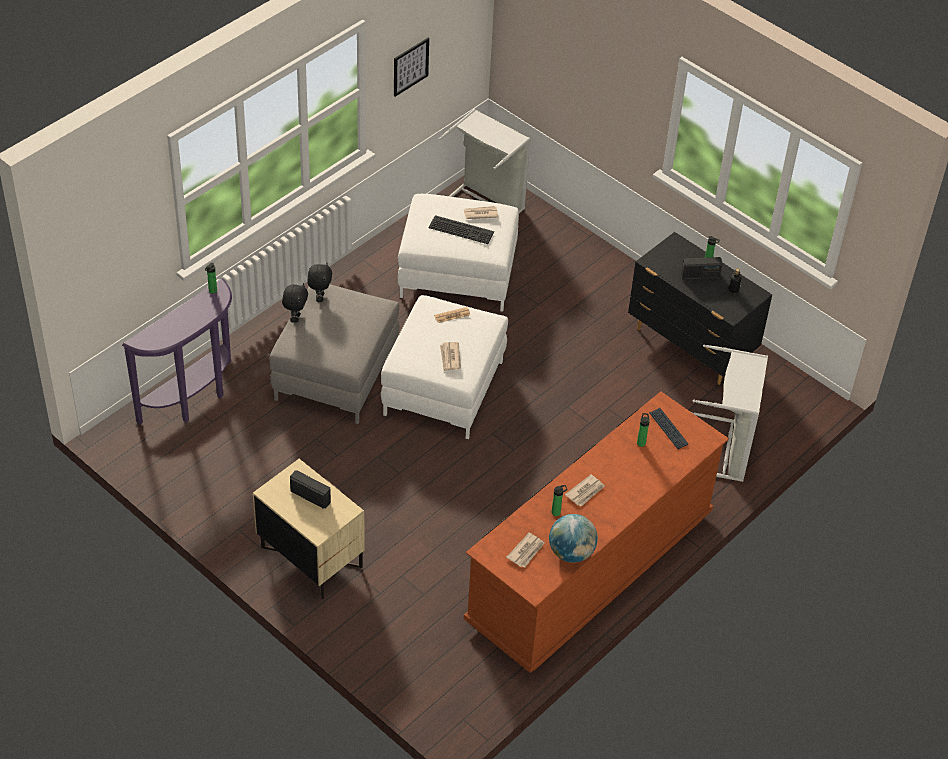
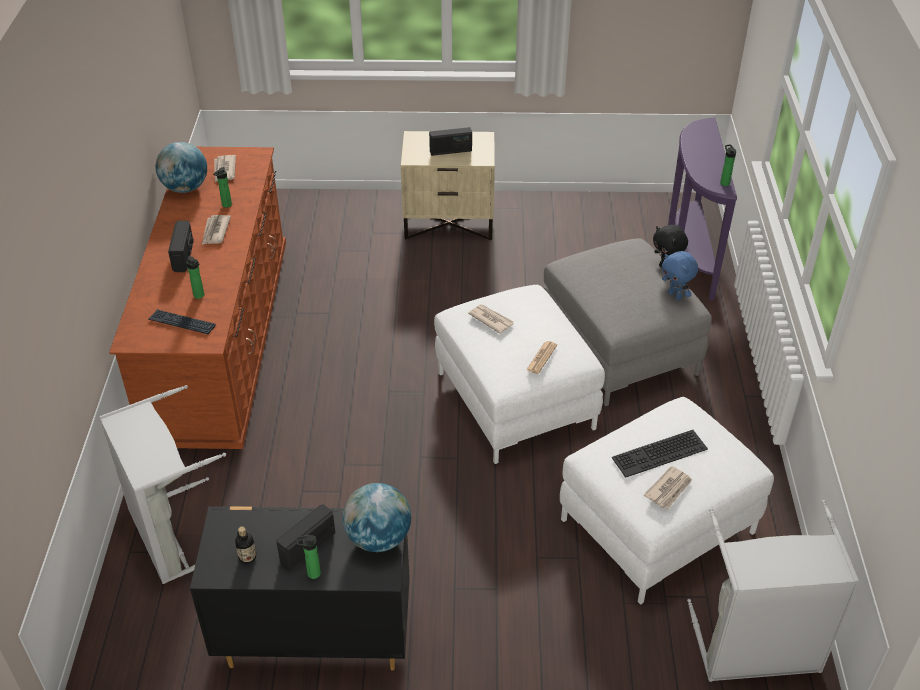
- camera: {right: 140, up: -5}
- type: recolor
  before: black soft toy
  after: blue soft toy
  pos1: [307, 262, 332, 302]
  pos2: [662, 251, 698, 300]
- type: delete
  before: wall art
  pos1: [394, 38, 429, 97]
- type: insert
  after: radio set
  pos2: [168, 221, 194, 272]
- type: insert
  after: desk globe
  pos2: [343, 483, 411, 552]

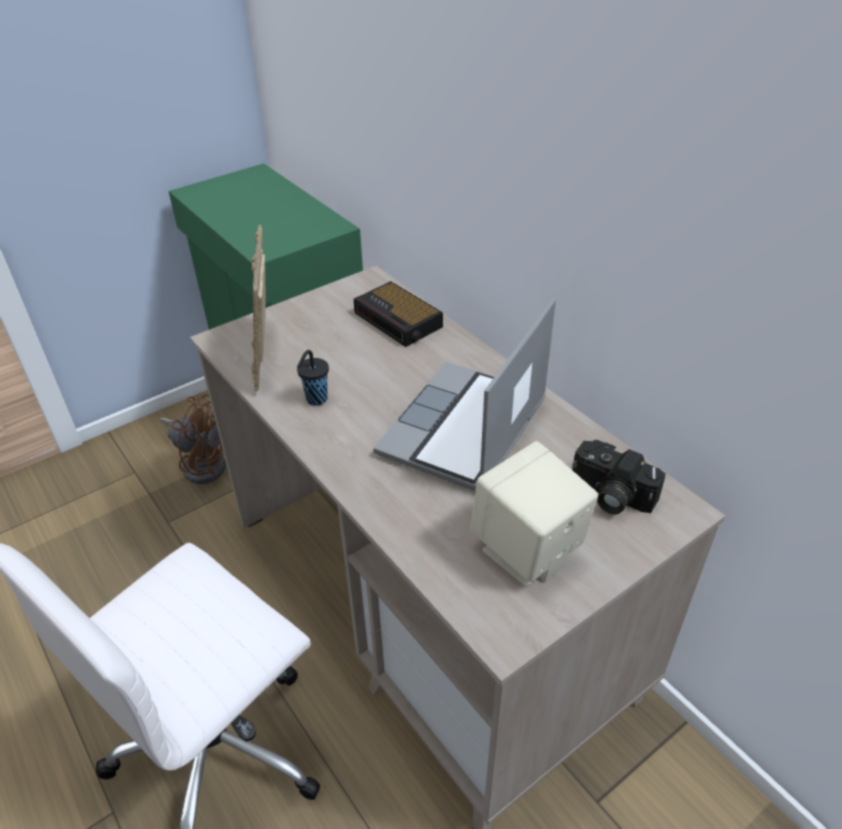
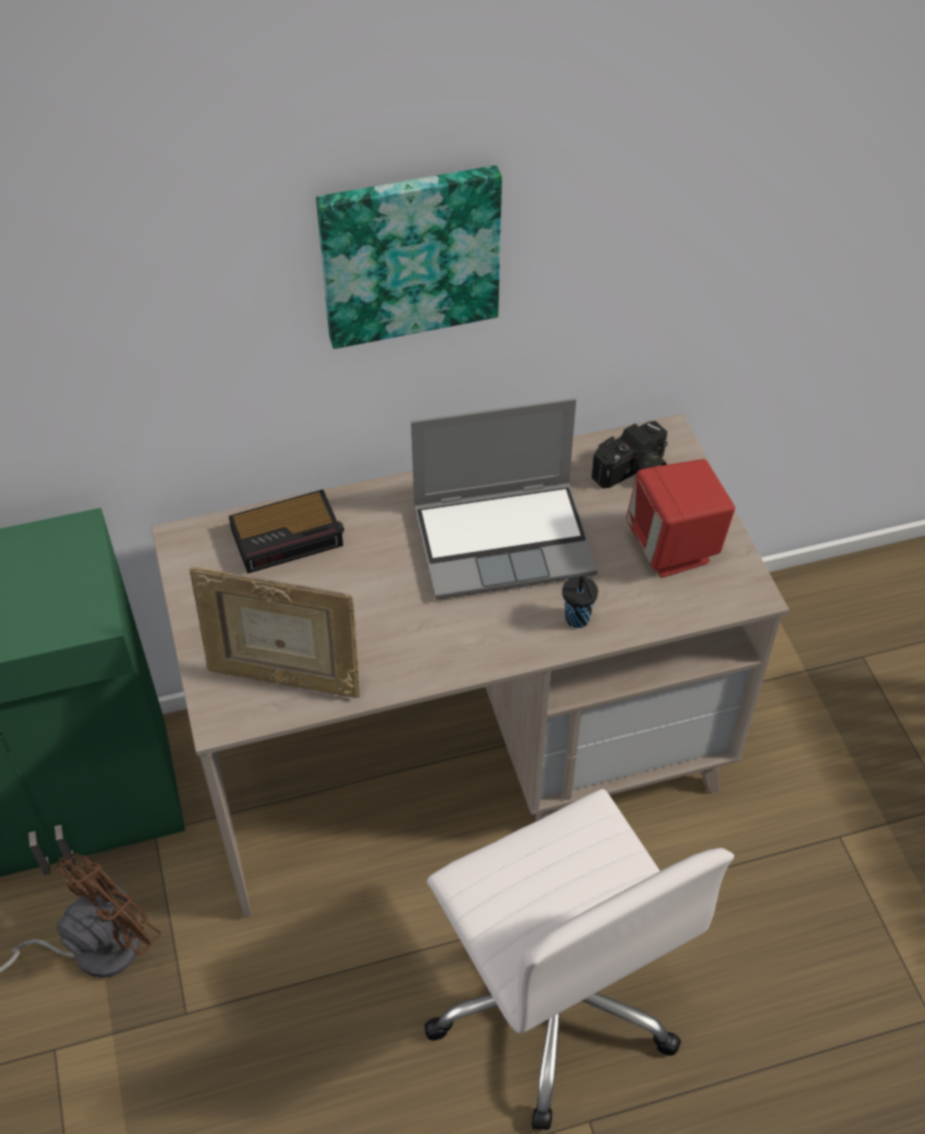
- camera: {right: -70, up: 10}
- type: move
  before: black small cup
  pos1: [297, 350, 329, 406]
  pos2: [562, 575, 598, 628]
- type: rotate
  before: portable computer
  pos1: [373, 298, 556, 491]
  pos2: [411, 398, 598, 600]
  turn: -60
- type: recolor
  before: beige-coloured loudspeaker
  after: red loudspeaker
  pos1: [470, 441, 598, 586]
  pos2: [626, 459, 735, 578]
- type: insert
  after: wall art
  pos2: [316, 165, 502, 349]

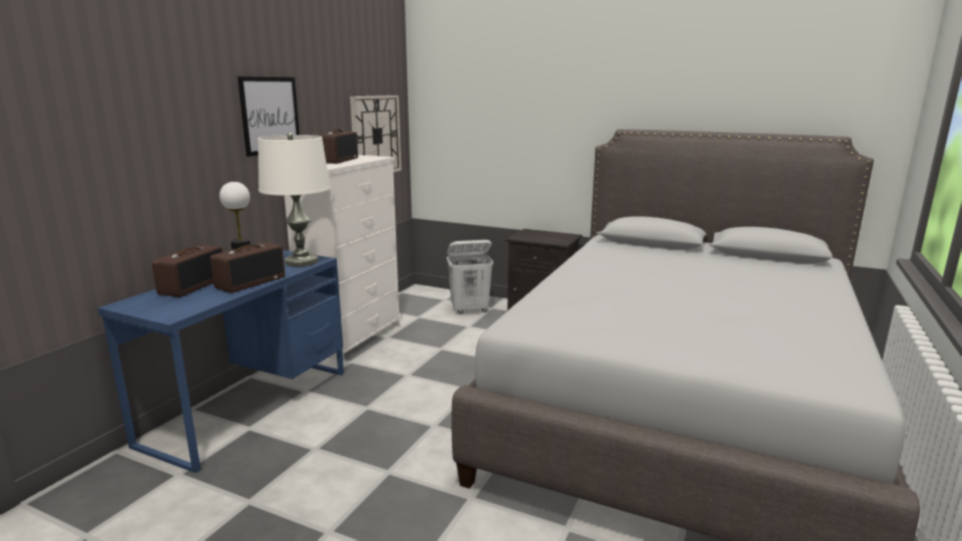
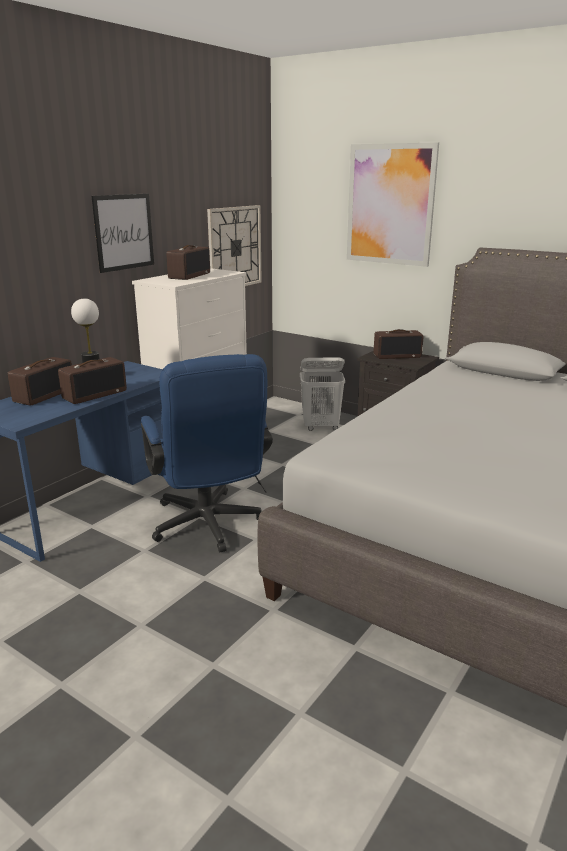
- camera: {right: 10, up: 5}
- type: delete
  before: whitish table lamp
  pos1: [258, 132, 331, 267]
- type: insert
  after: blue office chair
  pos2: [141, 354, 273, 552]
- type: insert
  after: wall art
  pos2: [347, 142, 439, 267]
- type: insert
  after: radio set
  pos2: [374, 329, 424, 359]

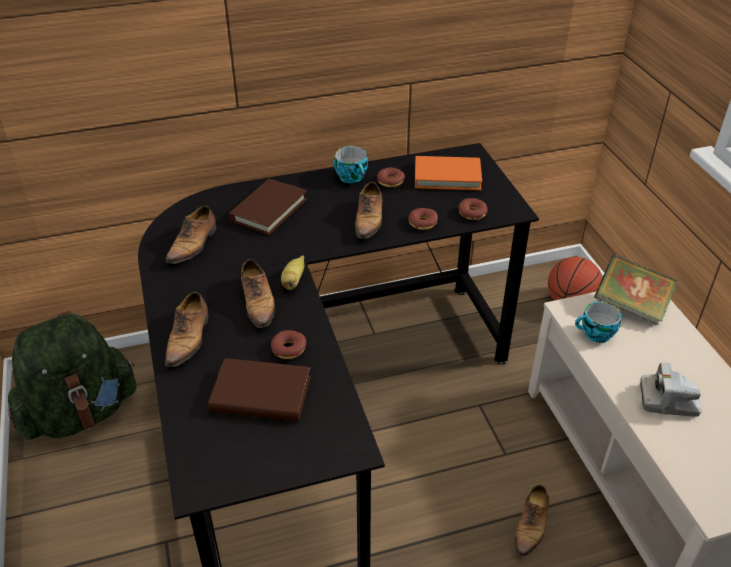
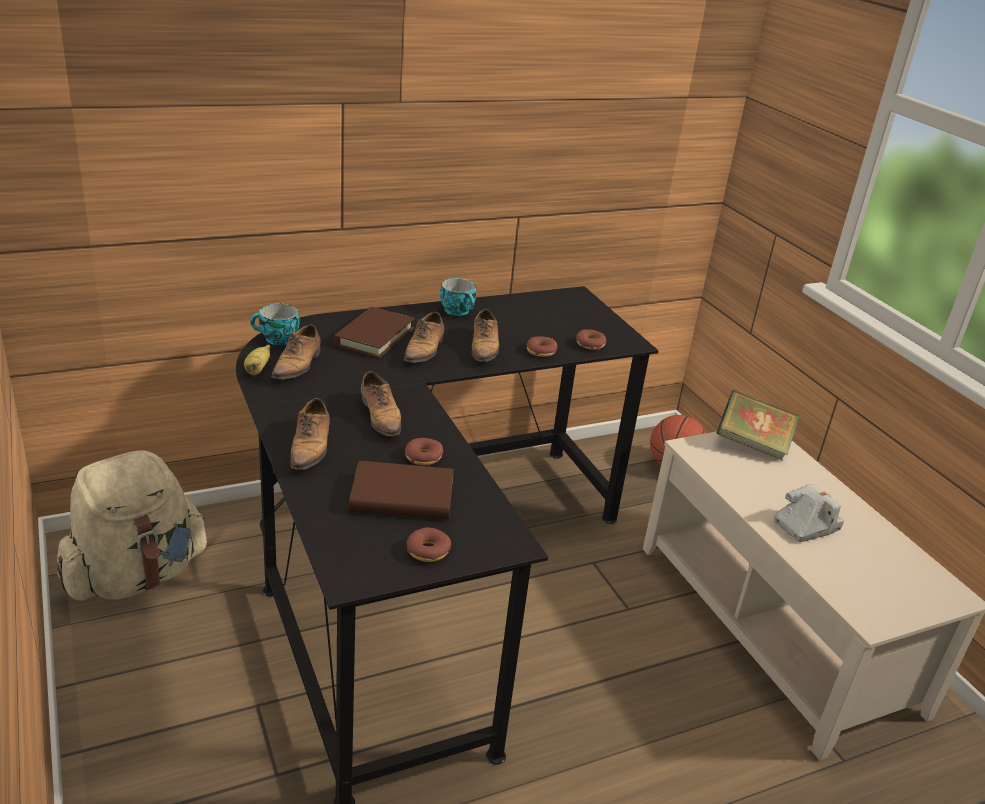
- camera: {right: -10, up: -10}
- type: recolor
  before: greenish rucksack
  after: beige-coloured rucksack
  pos1: [7, 311, 137, 440]
  pos2: [57, 450, 207, 601]
- type: move
  before: whole banana
  pos1: [281, 255, 304, 290]
  pos2: [244, 345, 270, 375]
- type: move
  before: donut
  pos1: [377, 167, 405, 187]
  pos2: [407, 528, 451, 562]
- type: delete
  before: orange volume
  pos1: [415, 156, 482, 190]
- type: move
  before: shoe
  pos1: [515, 485, 549, 557]
  pos2: [404, 312, 444, 363]
- type: move
  before: small cup
  pos1: [575, 302, 622, 343]
  pos2: [250, 303, 299, 345]
- type: rotate
  before: photo camera
  pos1: [640, 363, 702, 417]
  pos2: [774, 484, 844, 542]
  turn: 150

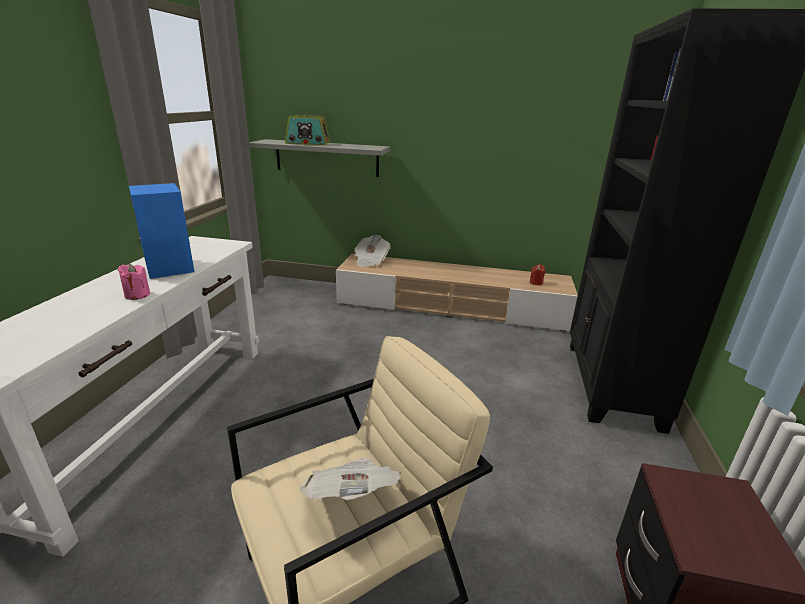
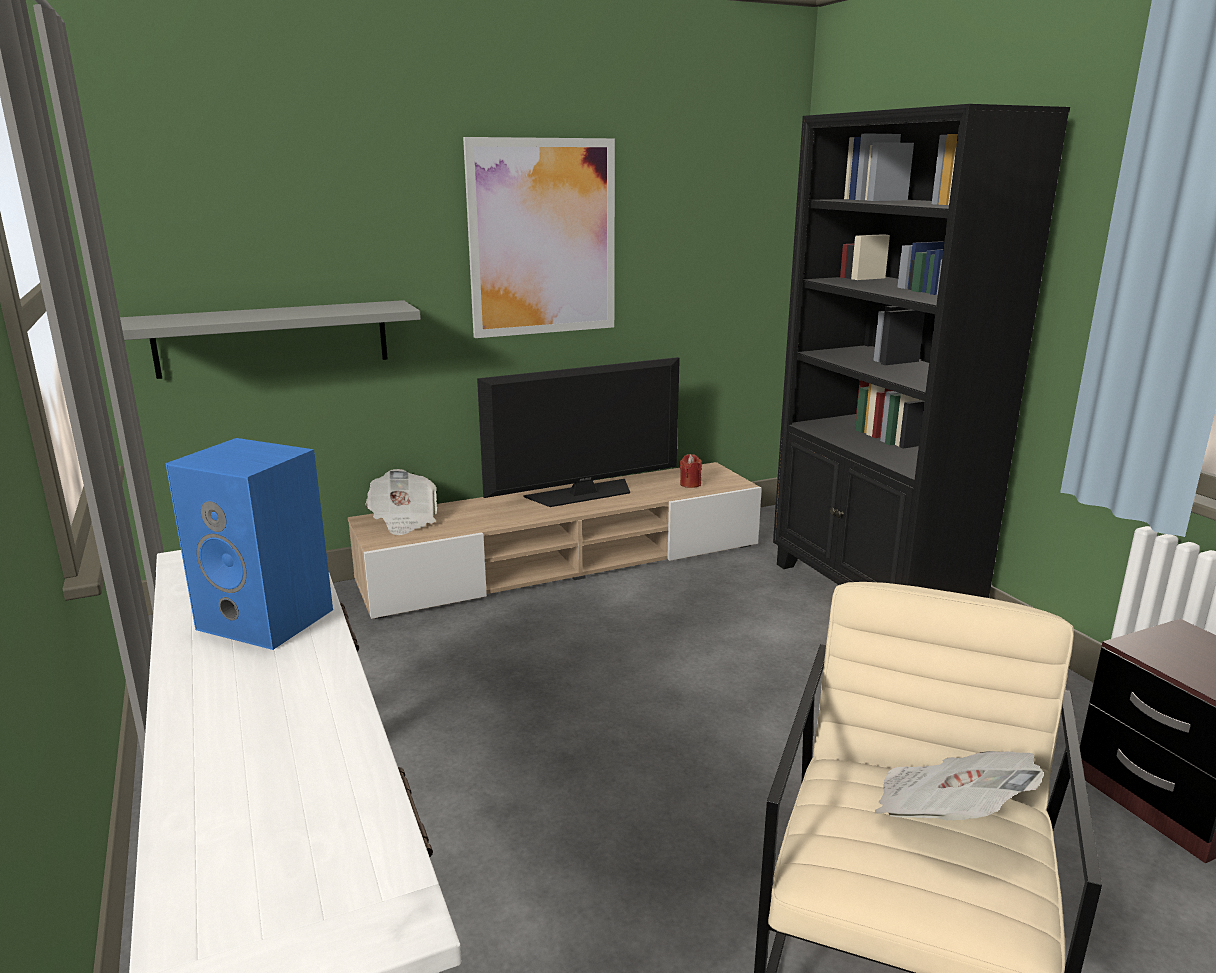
- camera: {right: -35, up: -5}
- type: delete
  before: pink candle
  pos1: [118, 264, 150, 300]
- type: delete
  before: radio set
  pos1: [285, 115, 330, 145]
- type: insert
  after: wall art
  pos2: [463, 137, 615, 338]
- type: insert
  after: television
  pos2: [477, 357, 680, 507]

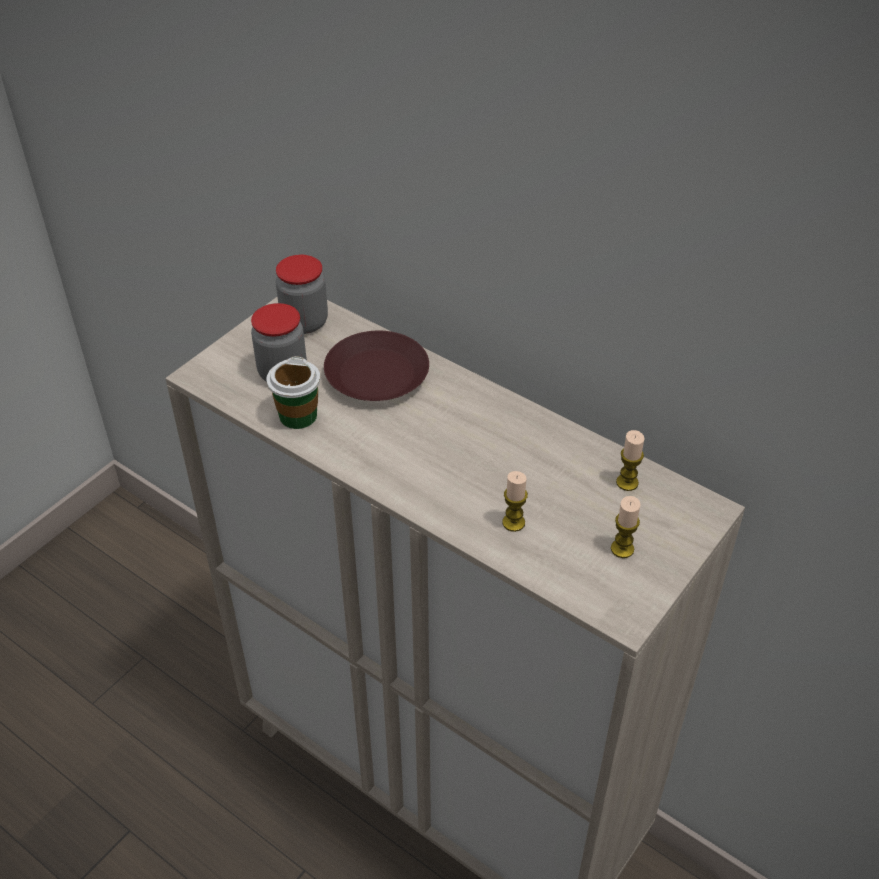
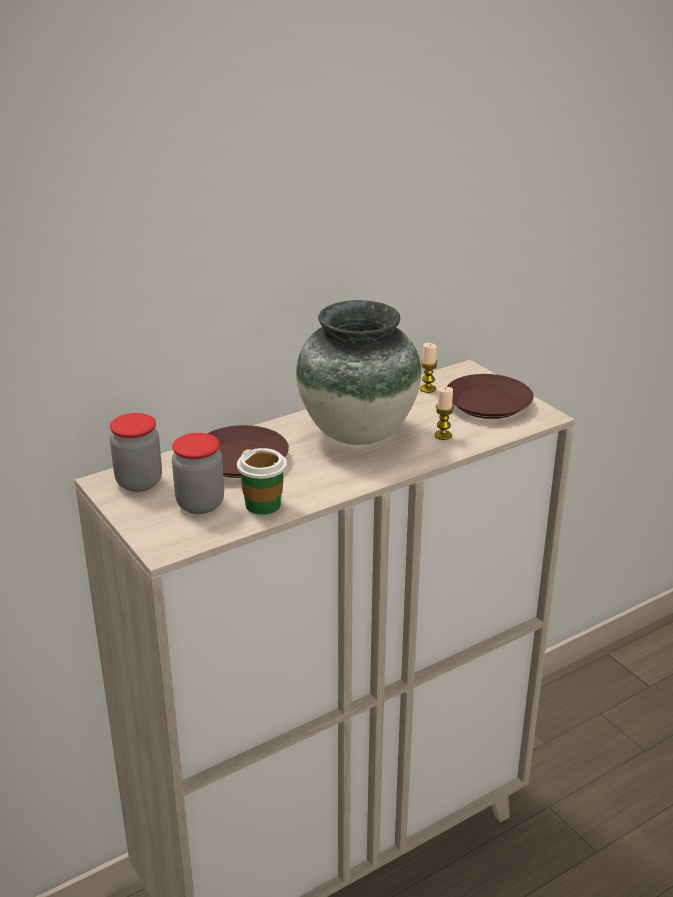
- camera: {right: -70, up: -15}
- type: replace
  before: candle
  after: brown-coloured dinner plate
  pos1: [611, 496, 641, 558]
  pos2: [447, 374, 534, 419]
- type: insert
  after: flower vase
  pos2: [296, 300, 421, 445]

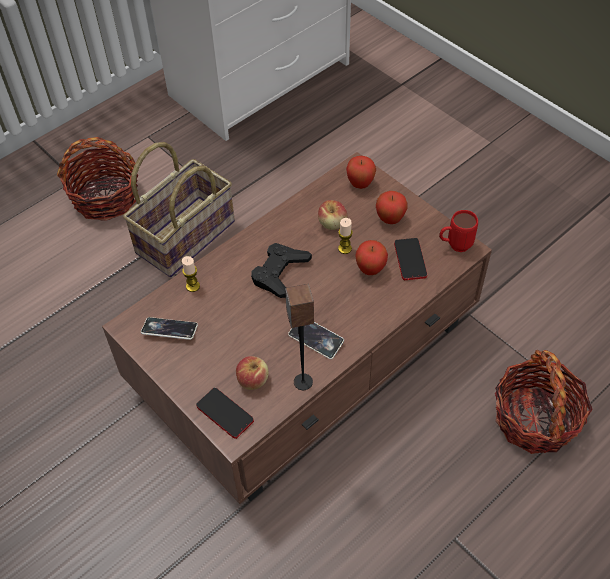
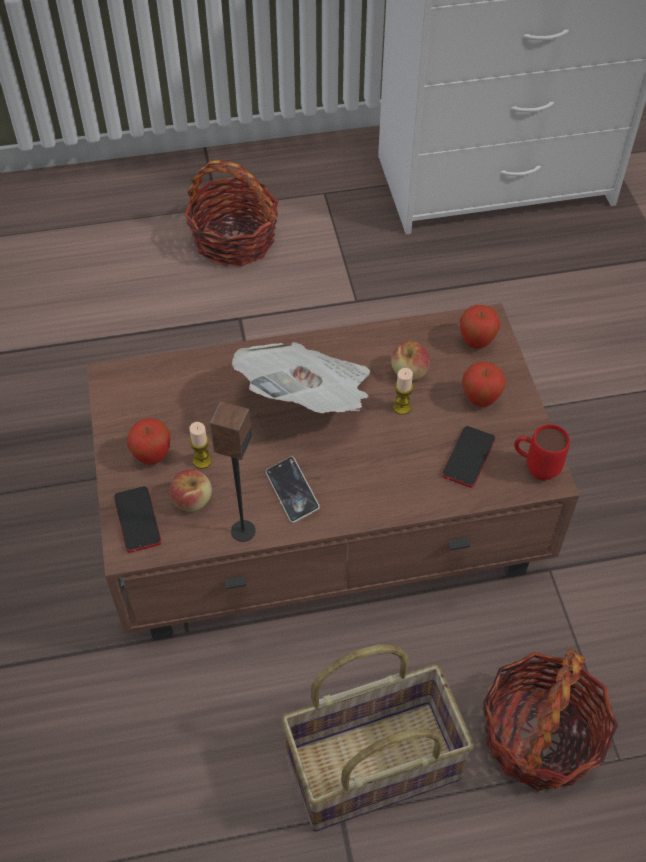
- camera: {right: 30, up: 0}
- type: move
  before: storage basket
  pos1: [123, 142, 235, 277]
  pos2: [281, 645, 474, 831]
- type: delete
  before: phone
  pos1: [141, 317, 198, 340]
- type: move
  before: candle
  pos1: [182, 256, 200, 292]
  pos2: [189, 422, 212, 469]
- type: replace
  before: black gamepad
  after: printed paper
  pos1: [251, 243, 312, 298]
  pos2: [232, 342, 370, 413]
- type: move
  before: apple fruit
  pos1: [355, 240, 388, 275]
  pos2: [127, 418, 170, 465]

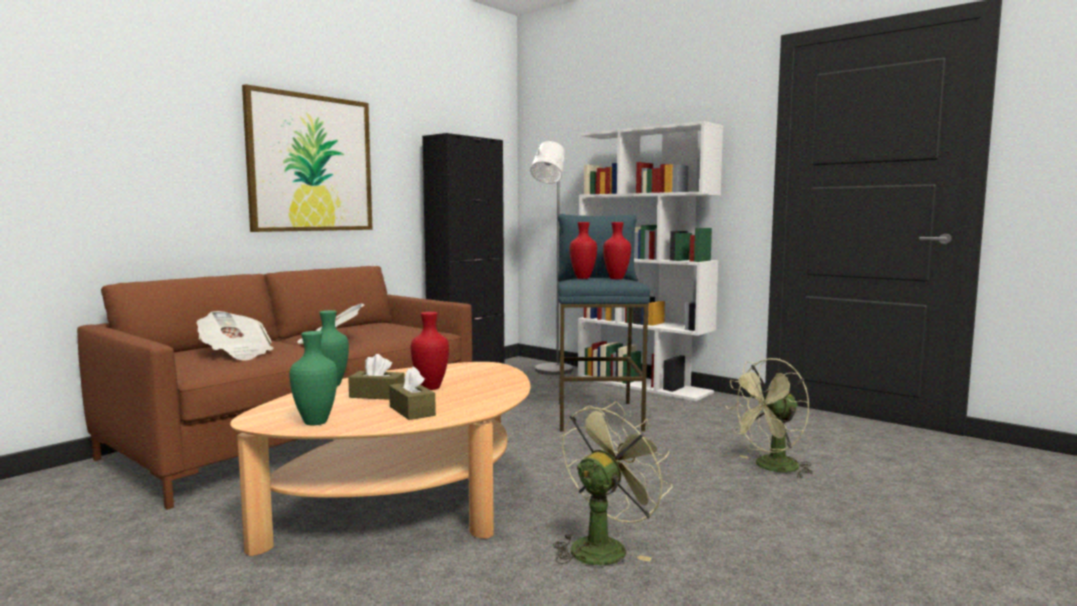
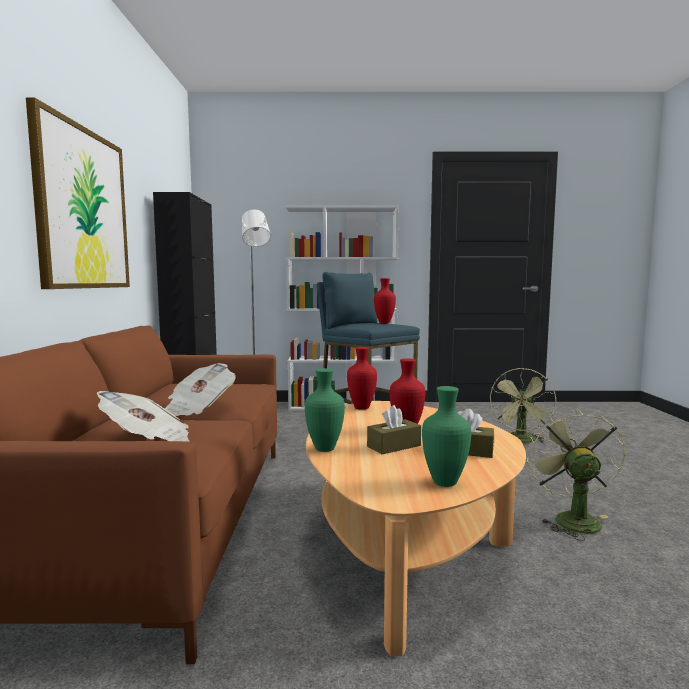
- camera: {right: -40, up: 0}
- type: move
  before: red flower vase
  pos1: [570, 222, 597, 279]
  pos2: [347, 347, 377, 410]

